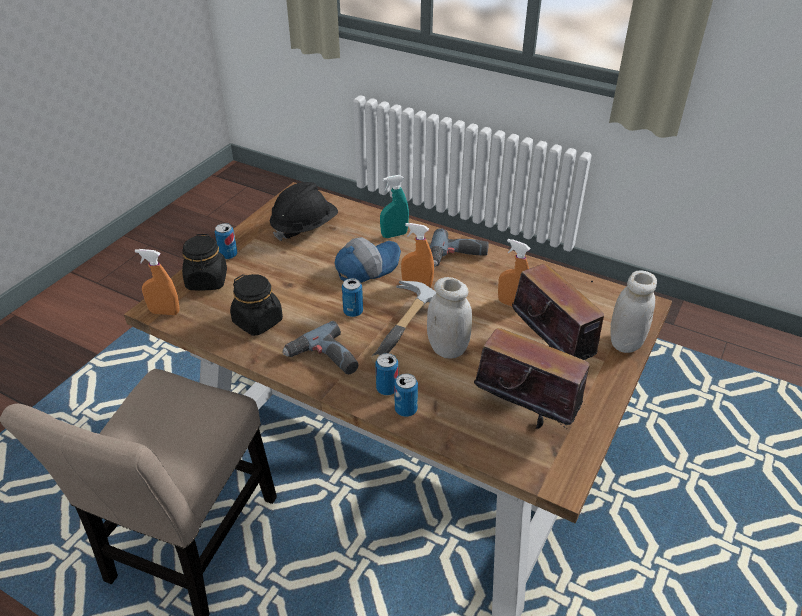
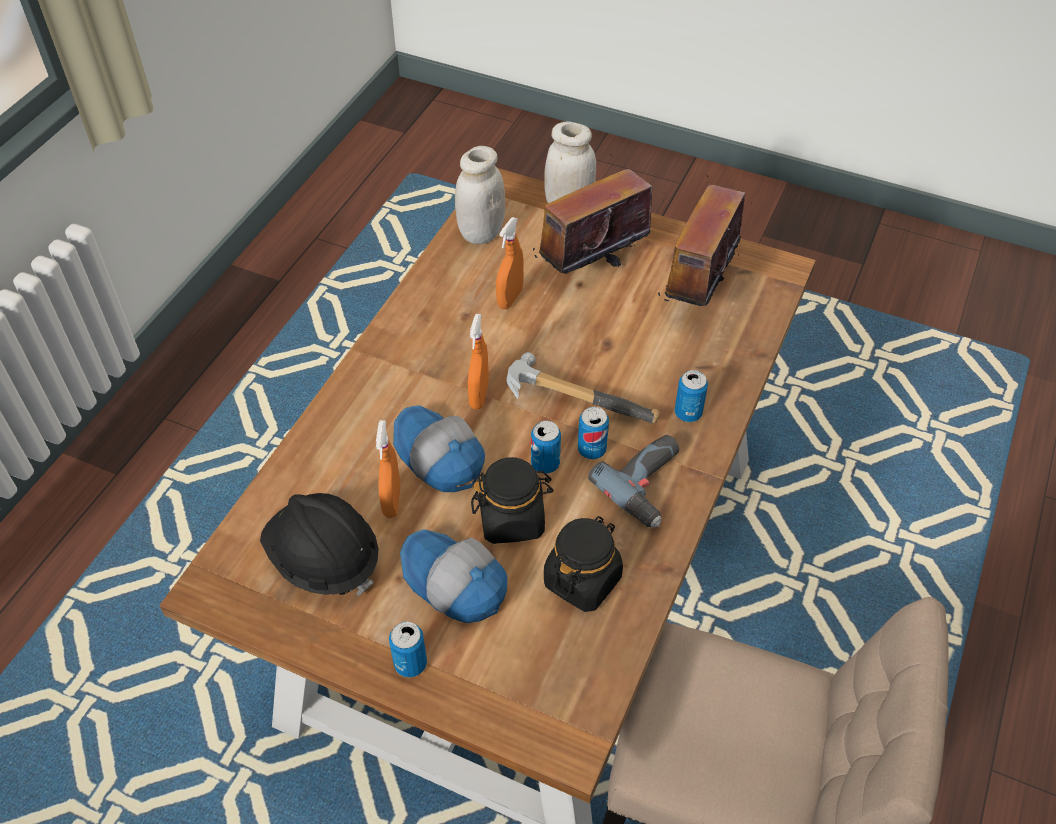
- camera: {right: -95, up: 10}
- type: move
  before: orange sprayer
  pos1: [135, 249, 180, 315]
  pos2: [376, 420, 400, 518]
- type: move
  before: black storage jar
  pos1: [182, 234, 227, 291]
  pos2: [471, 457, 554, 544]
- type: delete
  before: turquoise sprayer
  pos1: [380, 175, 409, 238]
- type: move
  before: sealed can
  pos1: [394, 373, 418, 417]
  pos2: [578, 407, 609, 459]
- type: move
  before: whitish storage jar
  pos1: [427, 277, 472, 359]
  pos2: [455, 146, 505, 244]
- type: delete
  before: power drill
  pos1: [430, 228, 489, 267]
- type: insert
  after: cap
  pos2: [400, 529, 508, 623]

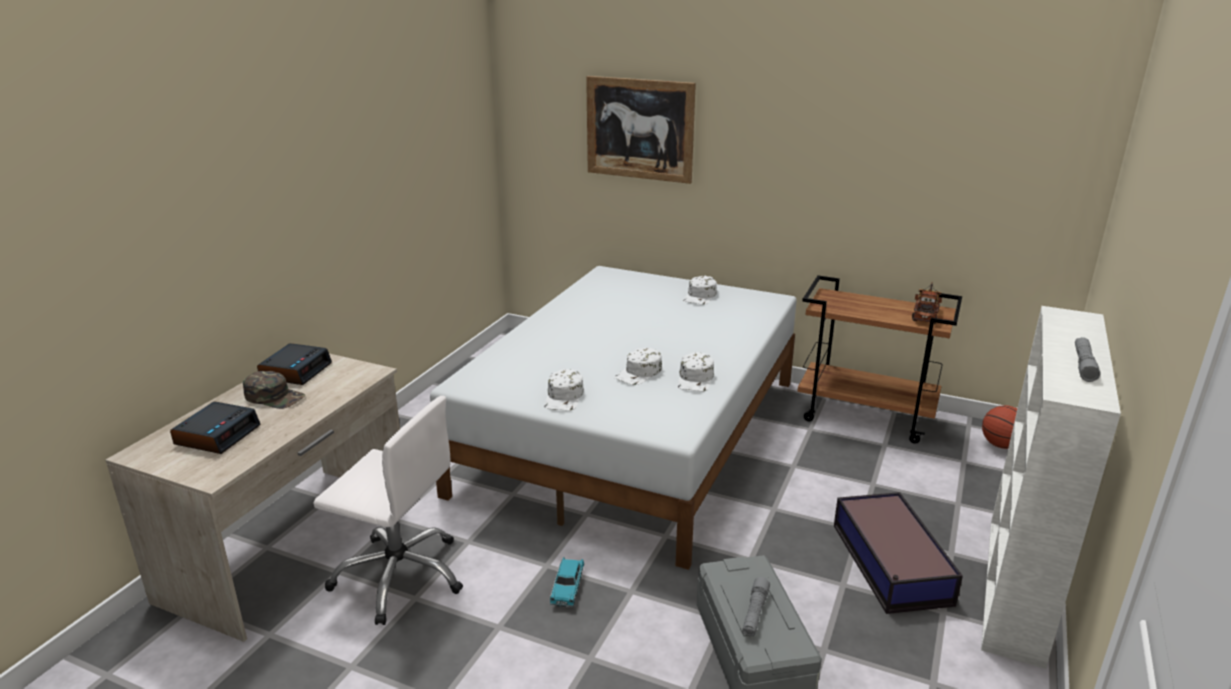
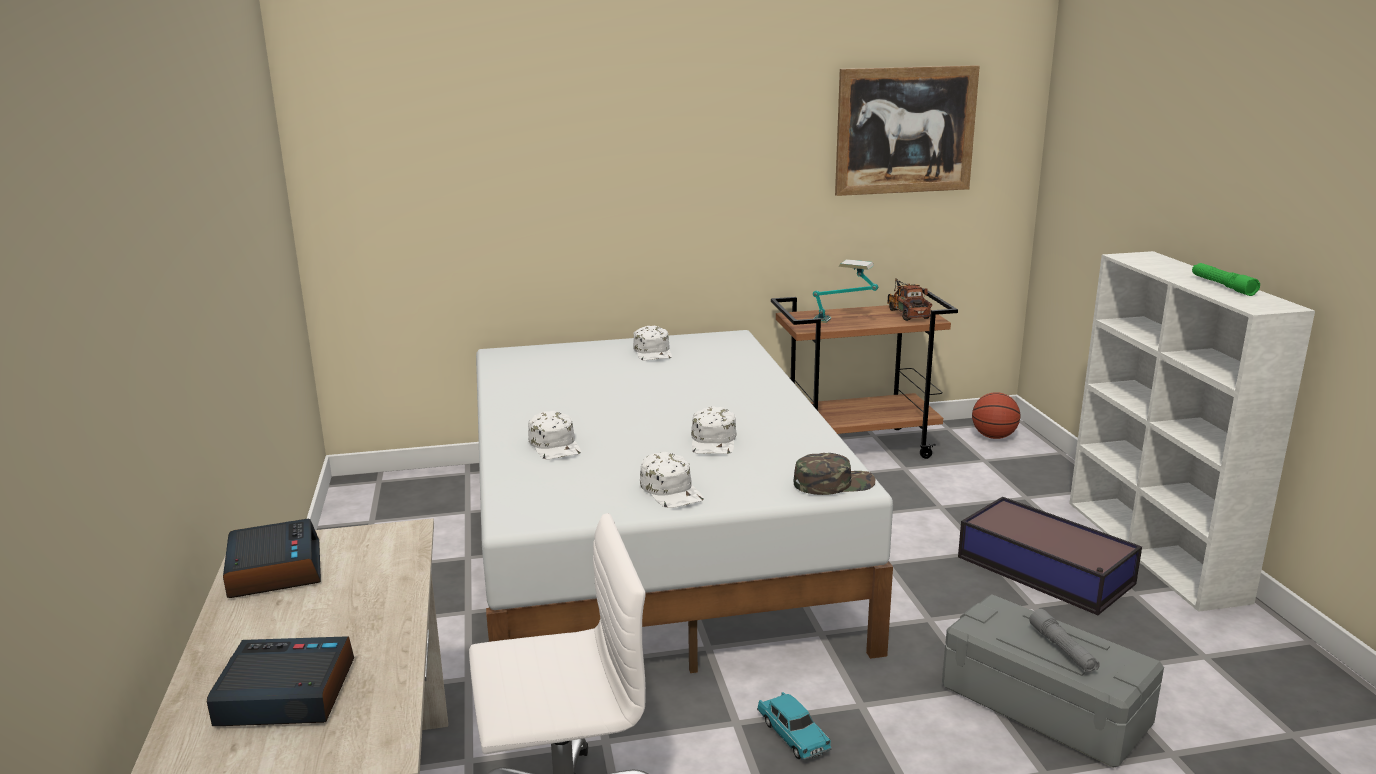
- camera: {right: -35, up: -5}
- type: rotate
  before: bedside clock
  pos1: [170, 402, 260, 454]
  pos2: [207, 636, 354, 726]
  turn: -75
- type: move
  before: greenish cap
  pos1: [243, 371, 306, 409]
  pos2: [794, 453, 876, 495]
- type: move
  before: wall art
  pos1: [586, 76, 696, 184]
  pos2: [835, 65, 980, 196]
- type: move
  before: whitish cap
  pos1: [678, 352, 714, 392]
  pos2: [528, 411, 581, 459]
- type: recolor
  before: gray torch
  after: greenish torch
  pos1: [1075, 337, 1100, 382]
  pos2: [1192, 263, 1260, 296]
- type: insert
  after: table lamp
  pos2: [813, 259, 878, 323]

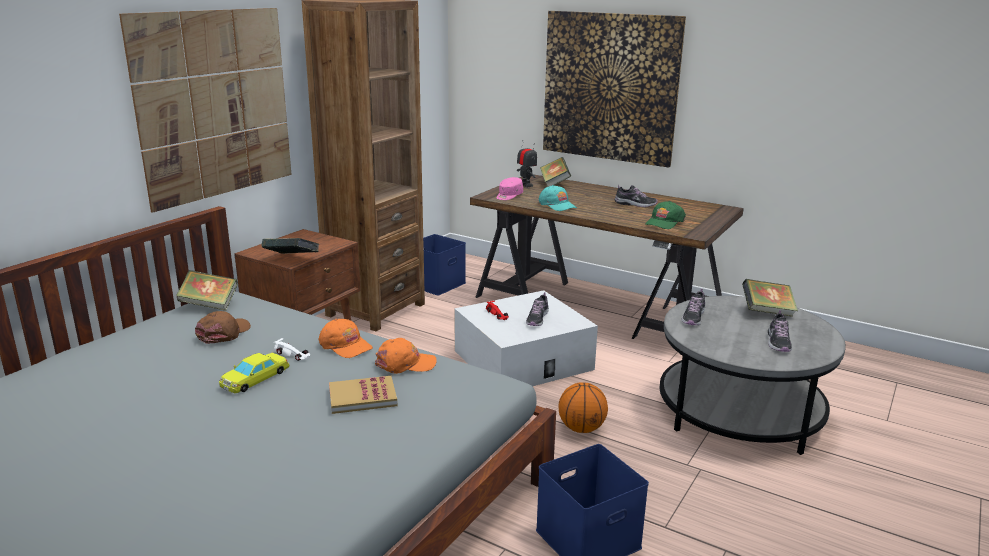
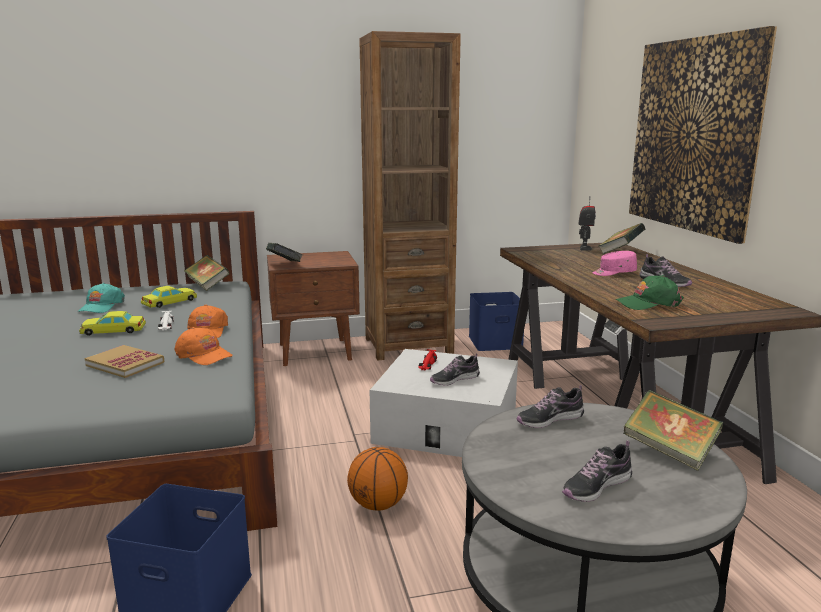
- camera: {right: 45, up: -5}
- type: delete
  before: wall art
  pos1: [119, 8, 292, 213]
- type: replace
  before: brown-coloured cap
  after: yellow model car
  pos1: [195, 311, 251, 344]
  pos2: [141, 286, 197, 308]
- type: move
  before: pink cap
  pos1: [497, 177, 523, 200]
  pos2: [593, 251, 637, 276]
- type: move
  before: turquoise cap
  pos1: [539, 185, 577, 211]
  pos2: [78, 283, 125, 313]

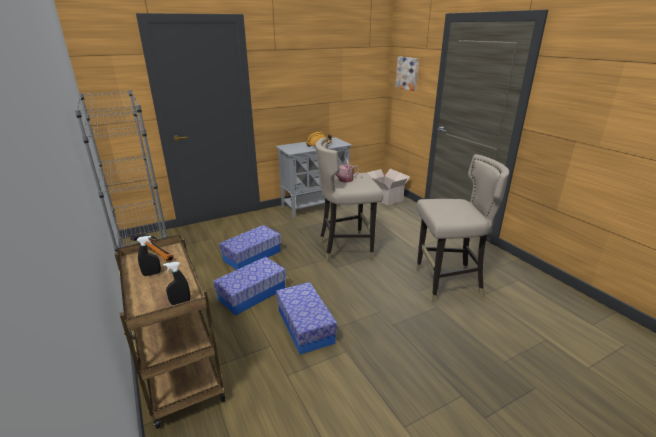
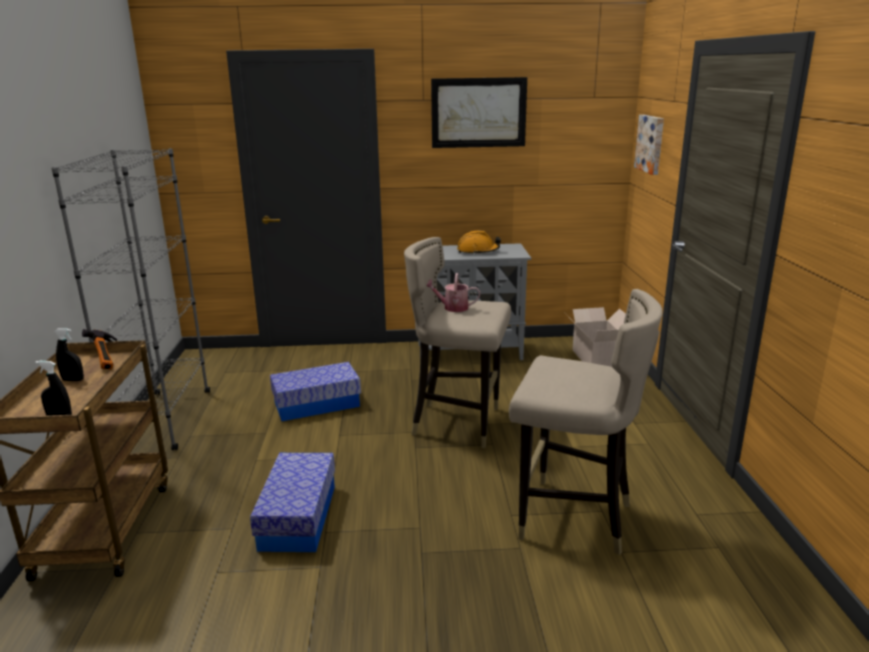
- camera: {right: 25, up: -5}
- type: delete
  before: storage container
  pos1: [213, 257, 286, 316]
- type: insert
  after: wall art
  pos2: [431, 77, 527, 148]

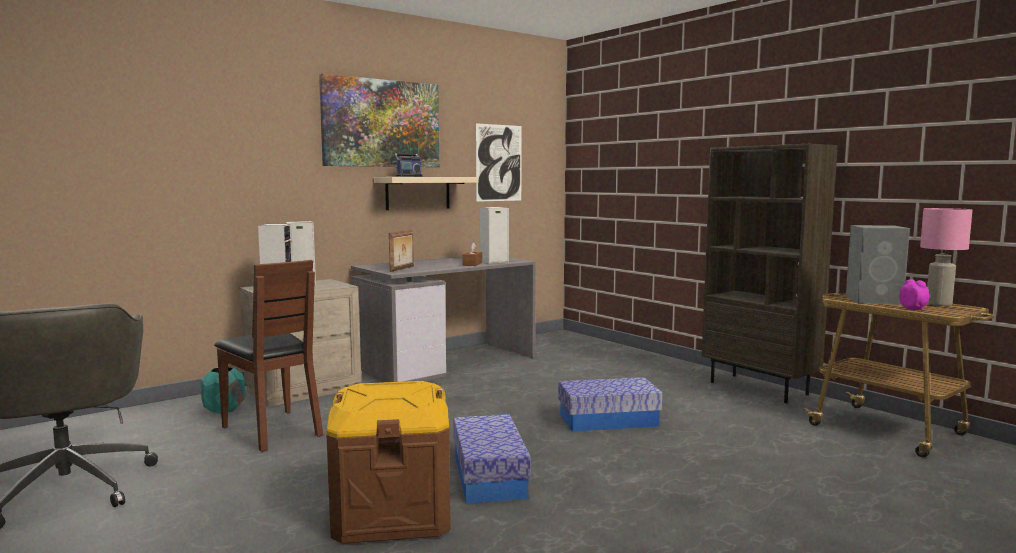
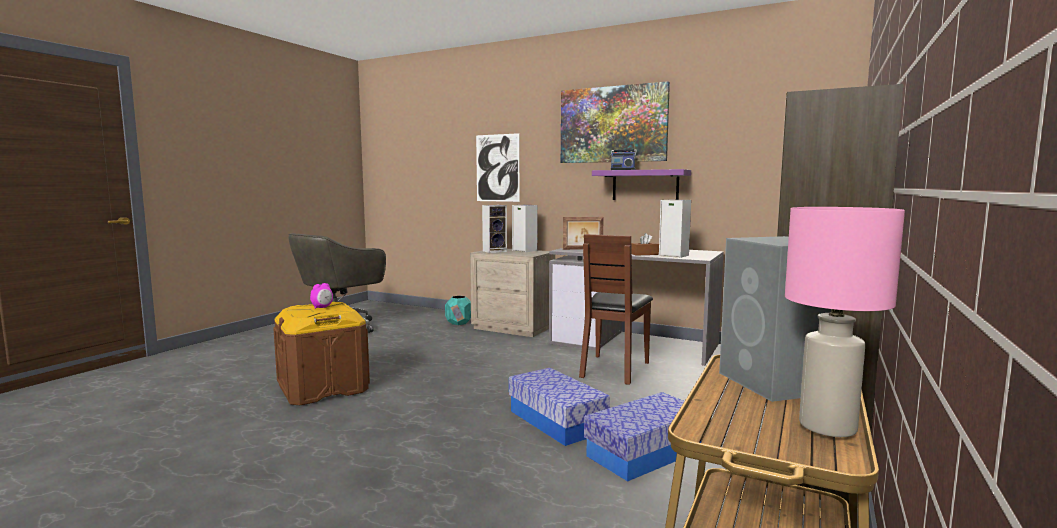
- camera: {right: 65, up: 0}
- type: move
  before: brown-coloured chair
  pos1: [214, 260, 323, 452]
  pos2: [579, 234, 653, 385]
- type: recolor
  before: beige-coloured shelf
  after: purple-coloured shelf
  pos1: [374, 177, 478, 210]
  pos2: [592, 169, 691, 200]
- type: move
  before: storage container
  pos1: [453, 414, 531, 504]
  pos2: [584, 392, 701, 482]
- type: move
  before: wall art
  pos1: [476, 123, 522, 202]
  pos2: [476, 133, 520, 202]
- type: move
  before: bedside clock
  pos1: [899, 279, 929, 310]
  pos2: [310, 283, 333, 308]

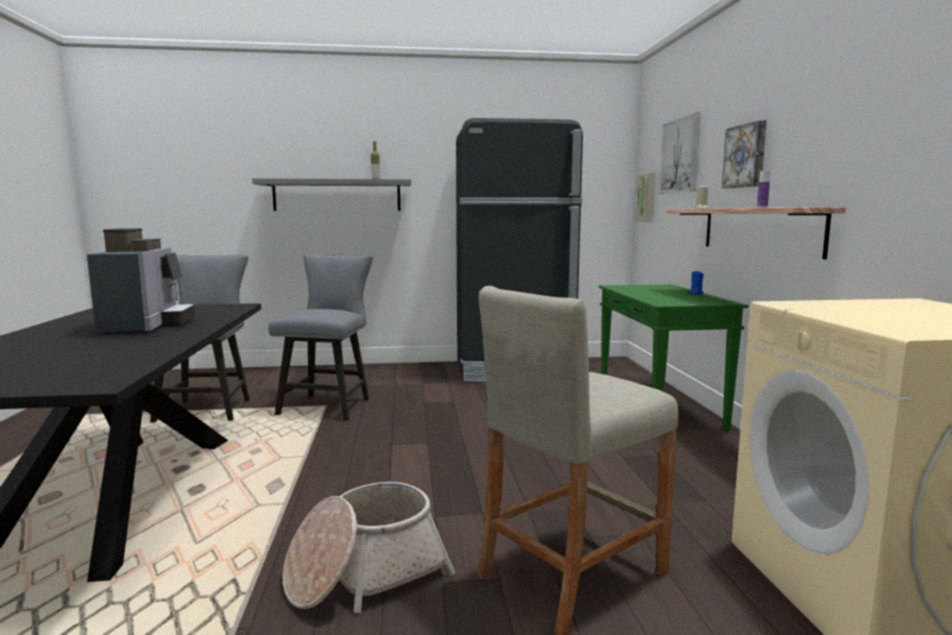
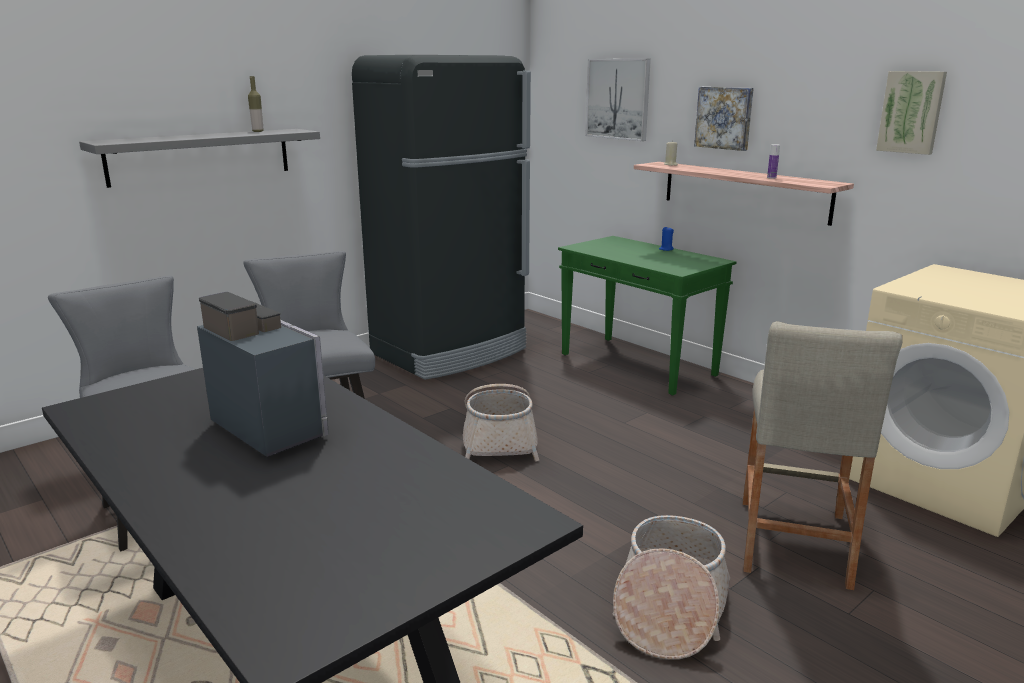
- camera: {right: -35, up: 10}
- type: move
  before: wall art
  pos1: [636, 173, 655, 222]
  pos2: [876, 71, 947, 155]
- type: insert
  after: storage basket
  pos2: [463, 384, 539, 461]

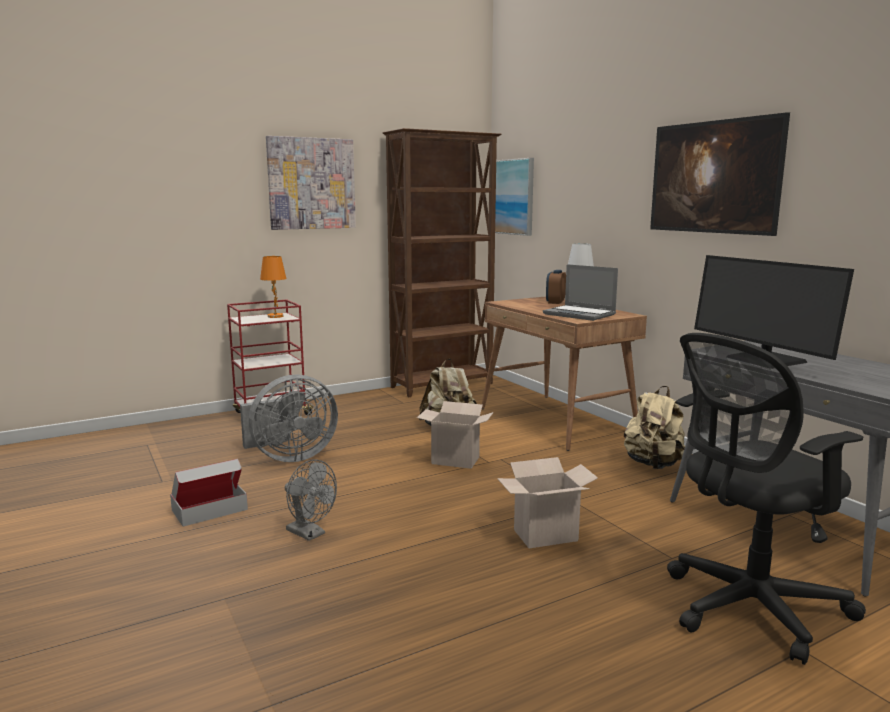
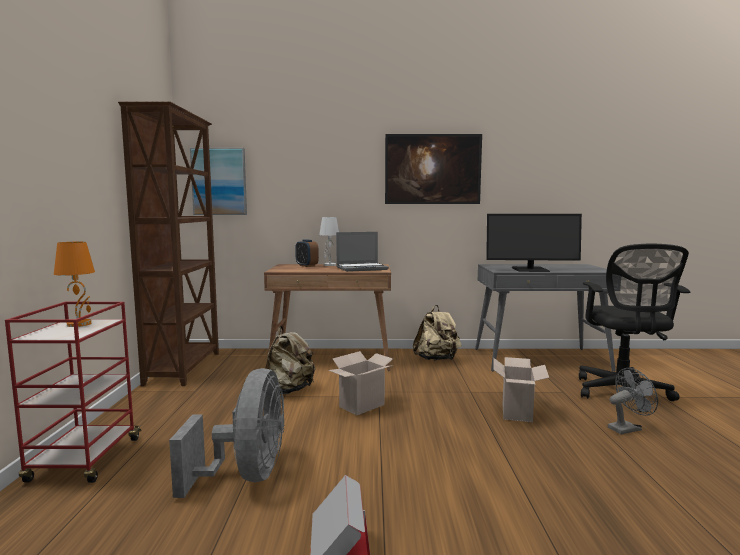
- camera: {right: -60, up: -5}
- type: delete
  before: wall art
  pos1: [266, 136, 356, 230]
- type: move
  before: gray fan
  pos1: [285, 460, 337, 541]
  pos2: [608, 368, 658, 435]

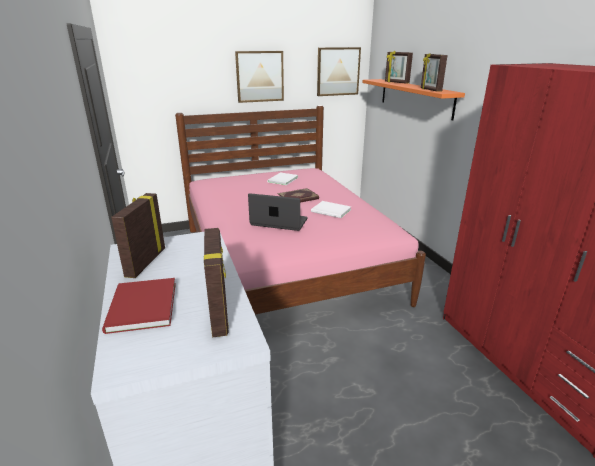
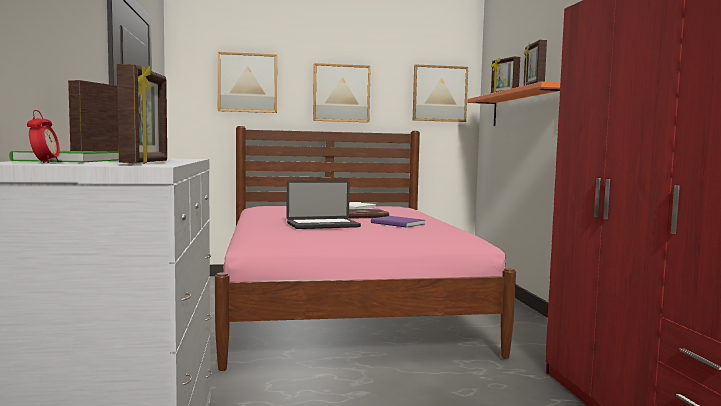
- camera: {right: 10, up: -20}
- type: recolor
  before: red volume
  after: greenish volume
  pos1: [102, 278, 176, 334]
  pos2: [9, 151, 119, 162]
- type: rotate
  before: portable computer
  pos1: [248, 193, 307, 231]
  pos2: [286, 181, 361, 229]
  turn: 135
- type: recolor
  before: whitish volume
  after: purple-coloured volume
  pos1: [311, 201, 351, 218]
  pos2: [371, 216, 425, 227]
- type: insert
  after: bedside clock
  pos2: [27, 110, 60, 163]
- type: insert
  after: wall art
  pos2: [218, 52, 277, 113]

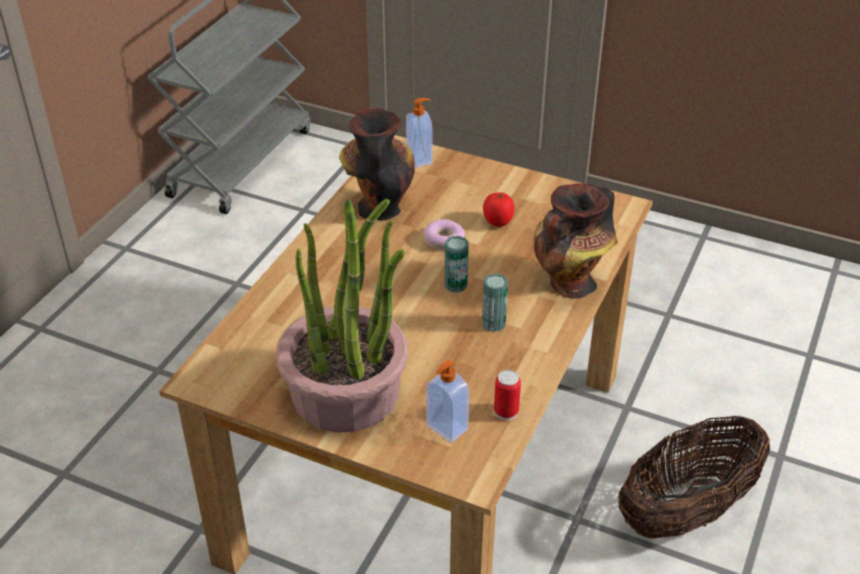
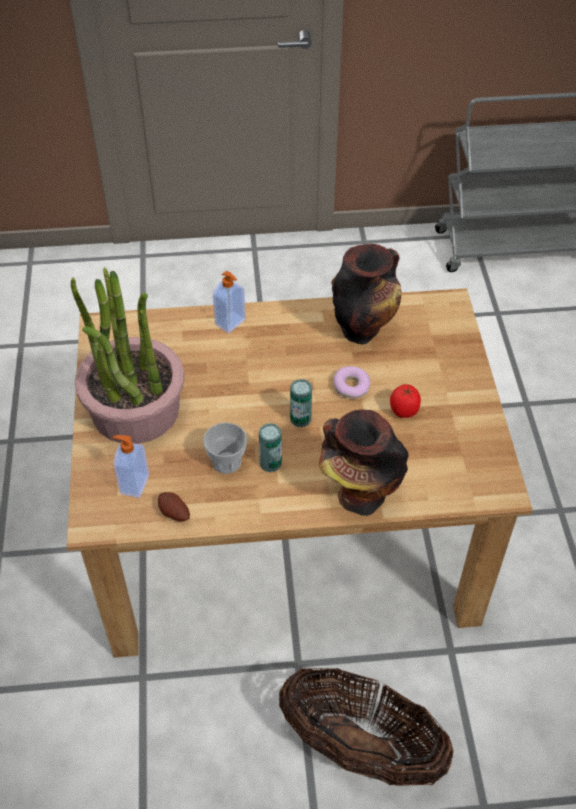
- camera: {right: 60, up: 10}
- type: move
  before: soap bottle
  pos1: [406, 98, 432, 168]
  pos2: [213, 271, 246, 333]
- type: replace
  before: sealed can
  after: potato
  pos1: [494, 370, 521, 420]
  pos2: [158, 492, 190, 522]
- type: insert
  after: small cup
  pos2: [203, 422, 247, 474]

